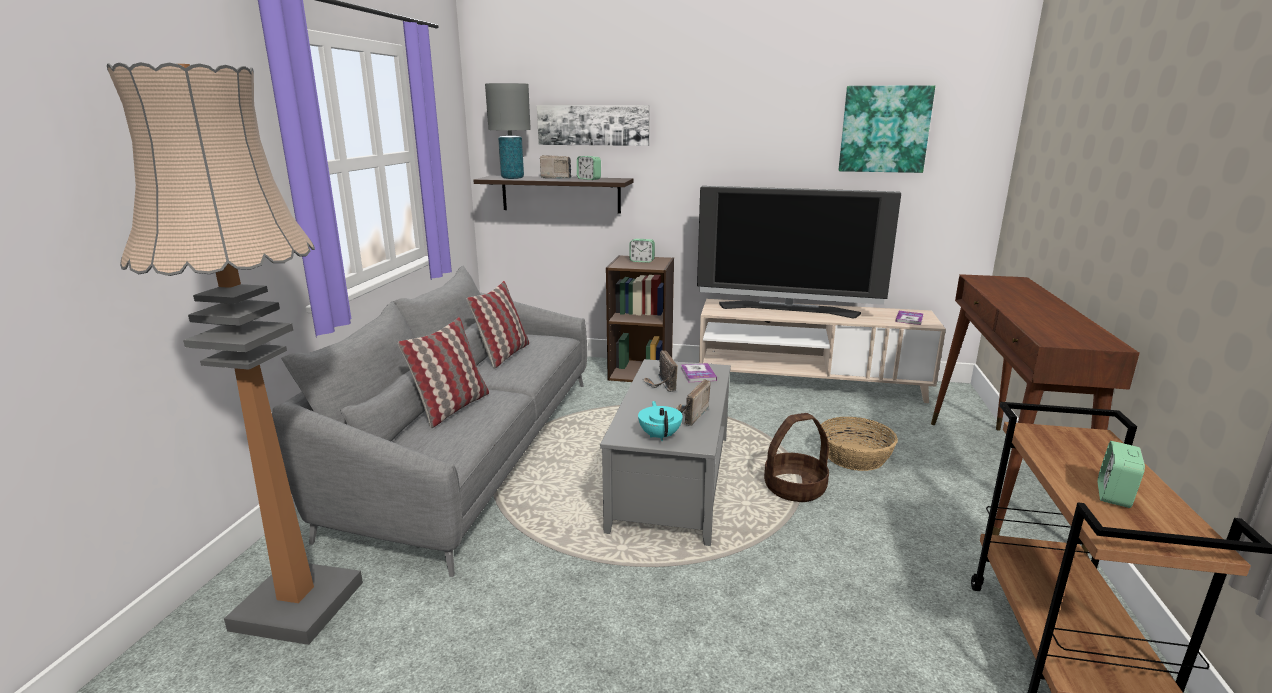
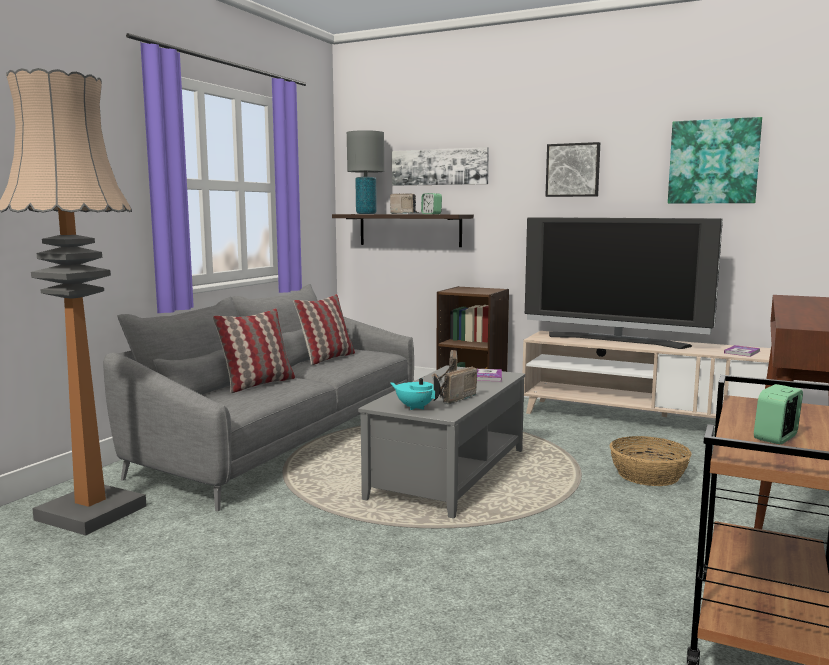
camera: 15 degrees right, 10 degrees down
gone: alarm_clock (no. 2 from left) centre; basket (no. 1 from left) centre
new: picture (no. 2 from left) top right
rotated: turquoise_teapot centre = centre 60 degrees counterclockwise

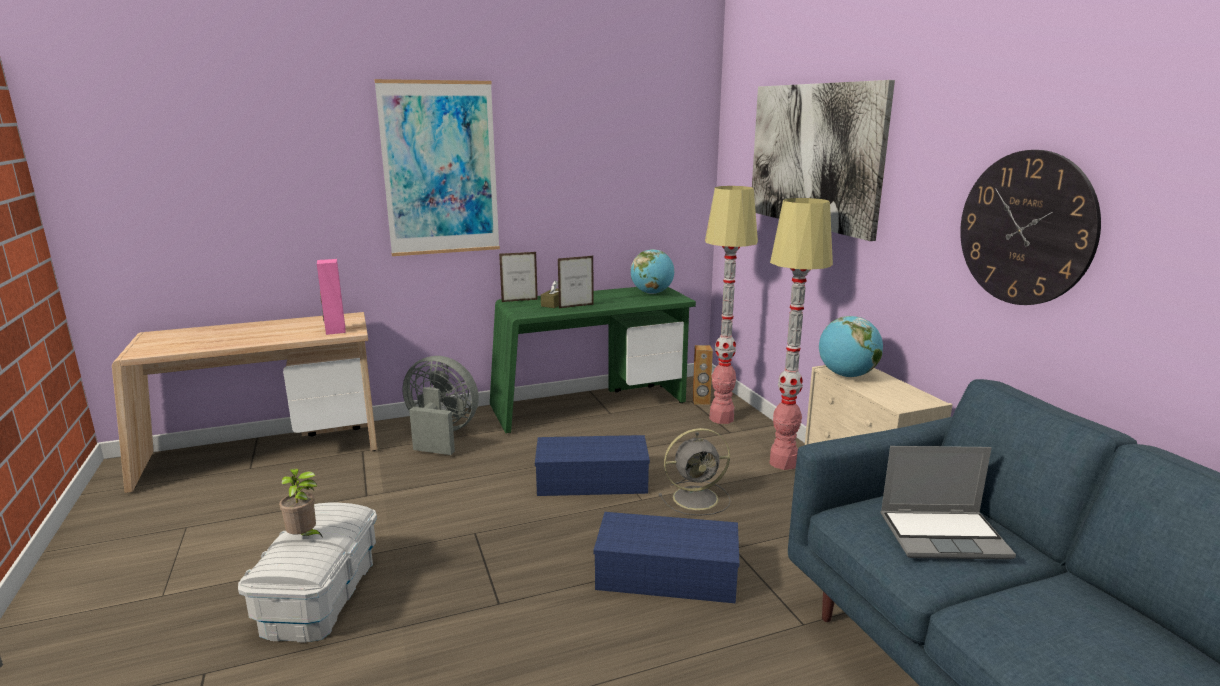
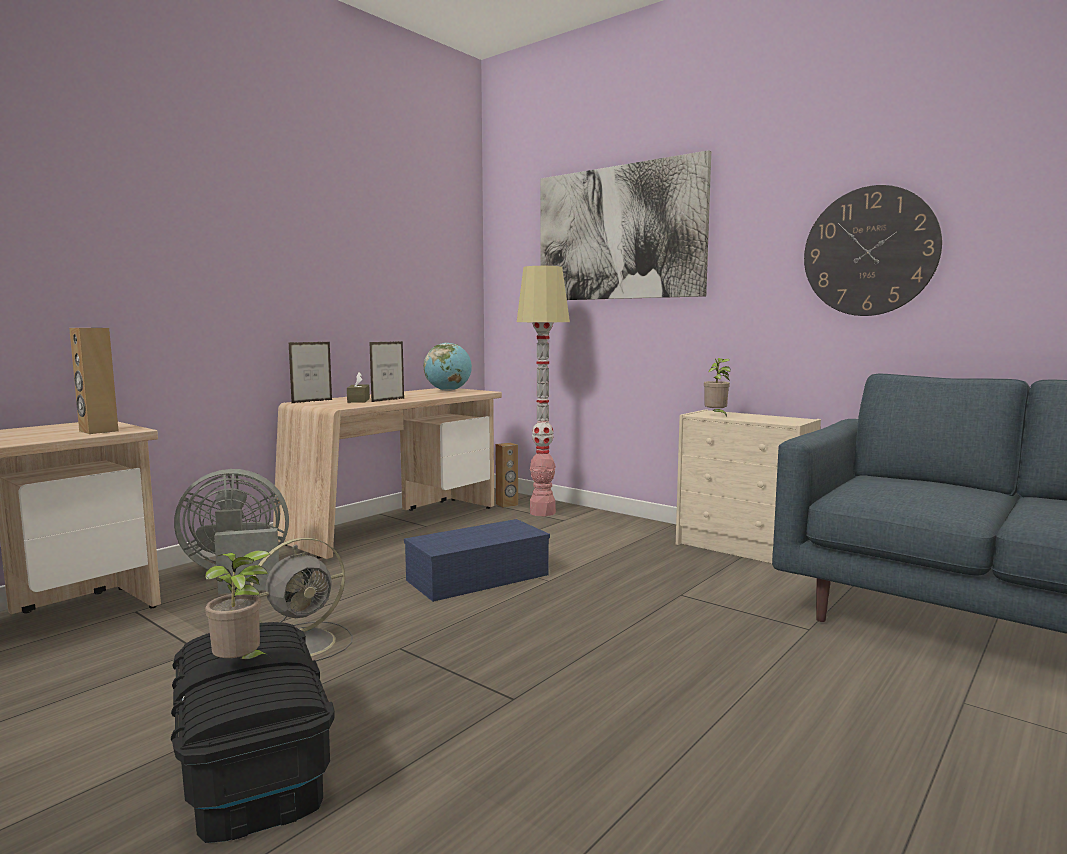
camera: 30 degrees left, 10 degrees down
gone: picture (no. 1 from left) top centre; blue_storage_box (no. 2 from left) bottom centre; floor_lamp (no. 2 from left) centre; laptop bottom right
shifted: grey_fan (no. 2 from left) bottom centre to bottom left
swapped: globe (no. 2 from left) middle right to potted_plant (no. 2 from left) middle right
repainted: white_storage_box bottom left to black_storage_box bottom left; pink_speaker middle left to brown_speaker (no. 1 from left) middle left; green_desk centre to beige_desk (no. 2 from left) centre

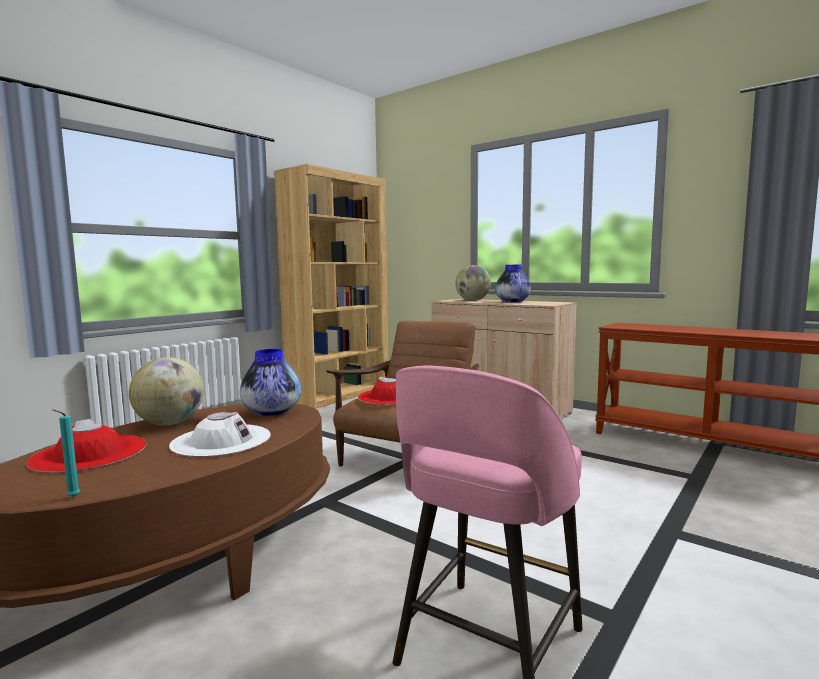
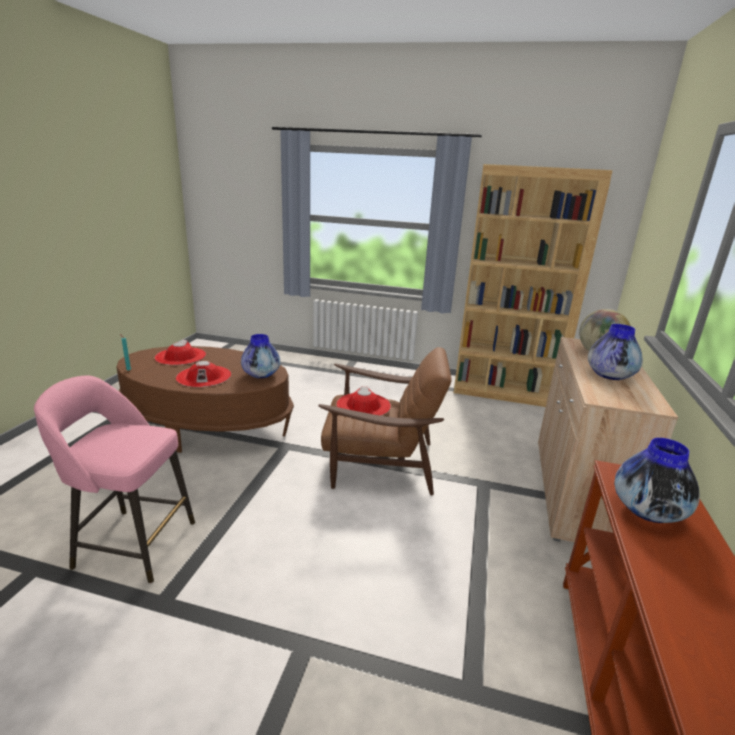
camera: 65 degrees right, 15 degrees up
gone: globe (no. 1 from left) middle left
new: vase (no. 3 from left) middle right
repainted: white_hat middle left to red_hat (no. 2 from left) middle left

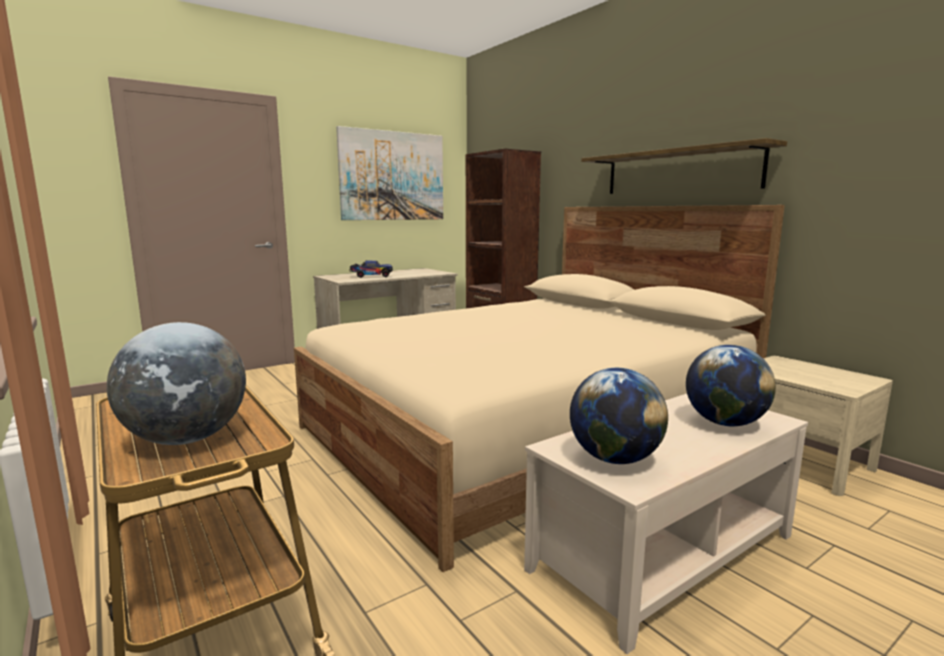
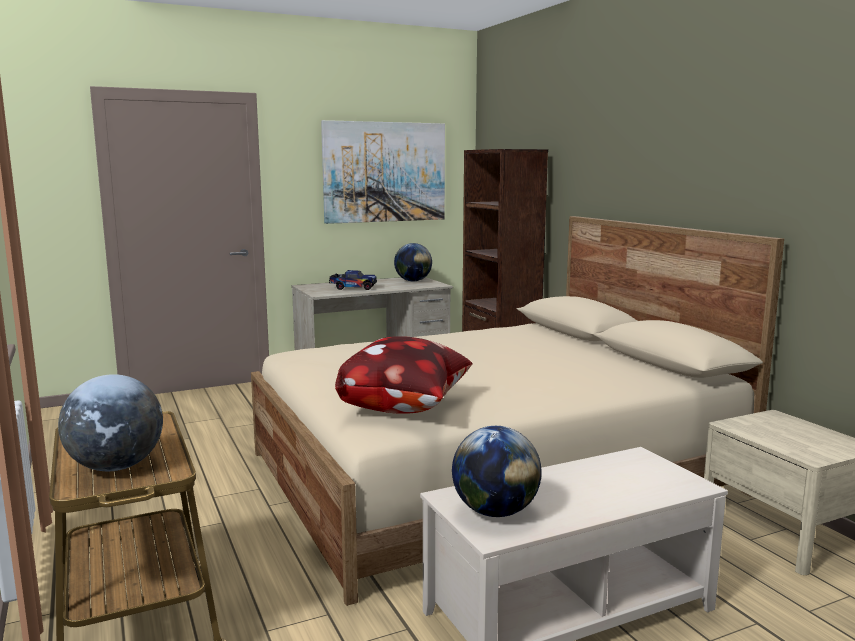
camera: 10 degrees right, 0 degrees up
gone: shelf top right
new: pillow centre
shifted: globe (no. 3 from left in the first image) middle right to globe (no. 2 from left) centre

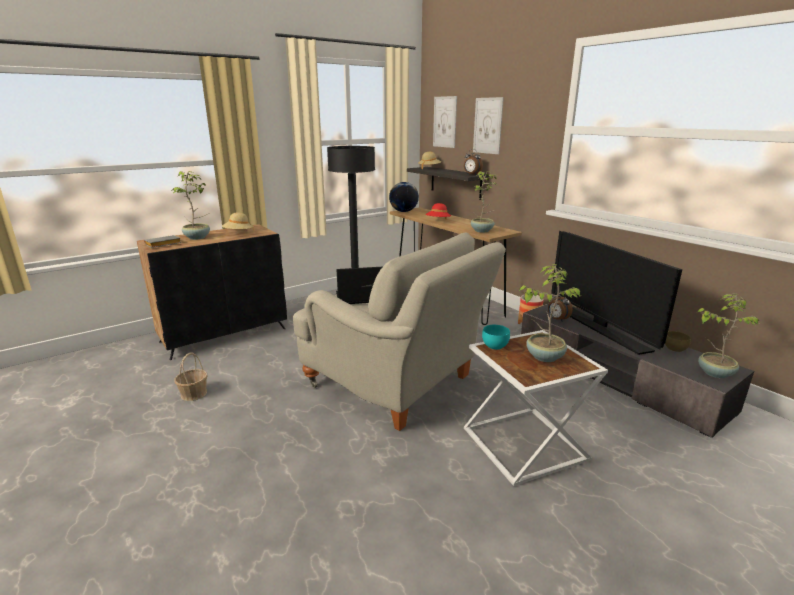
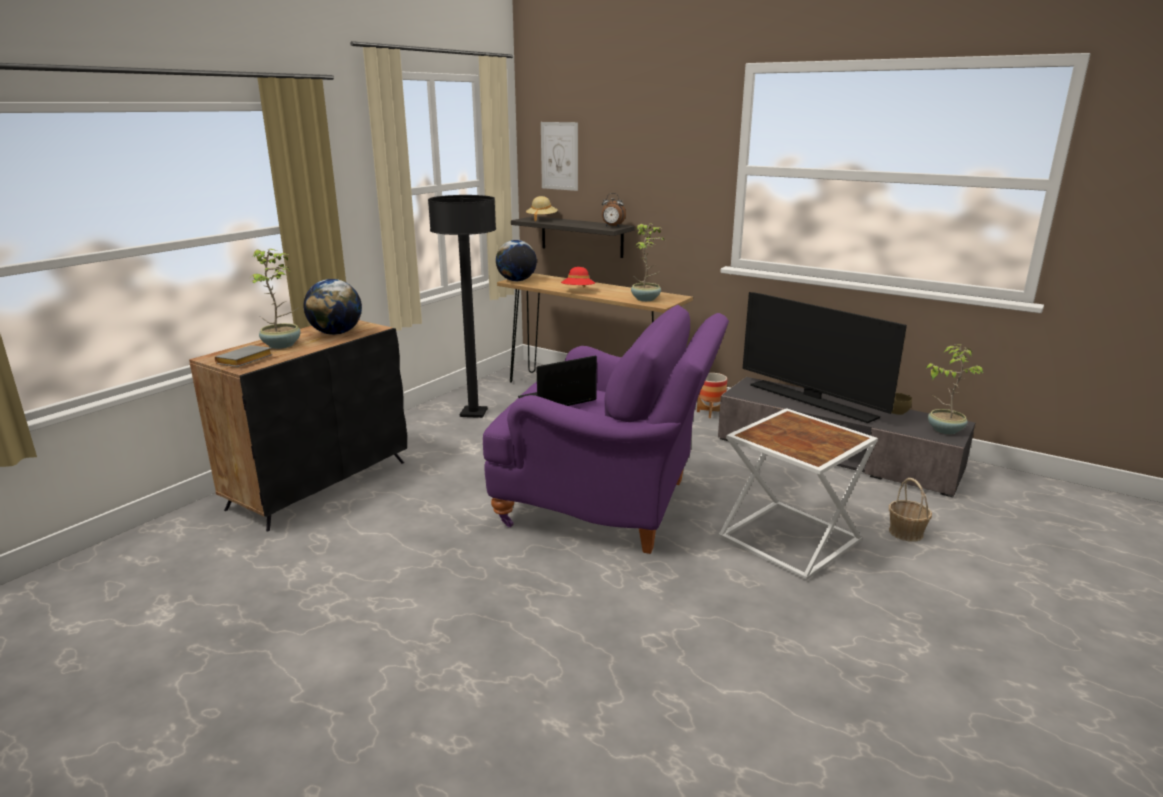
camera: 20 degrees left, 0 degrees up
gone: picture (no. 2 from left) top centre; turquoise_bowl centre; potted_plant (no. 3 from left) middle right; alarm_clock (no. 2 from left) middle right
shifted: basket middle left to middle right
swapped: beige_hat (no. 1 from left) middle left to globe (no. 1 from left) middle left
repainted: beige_armchair centre to purple_armchair centre

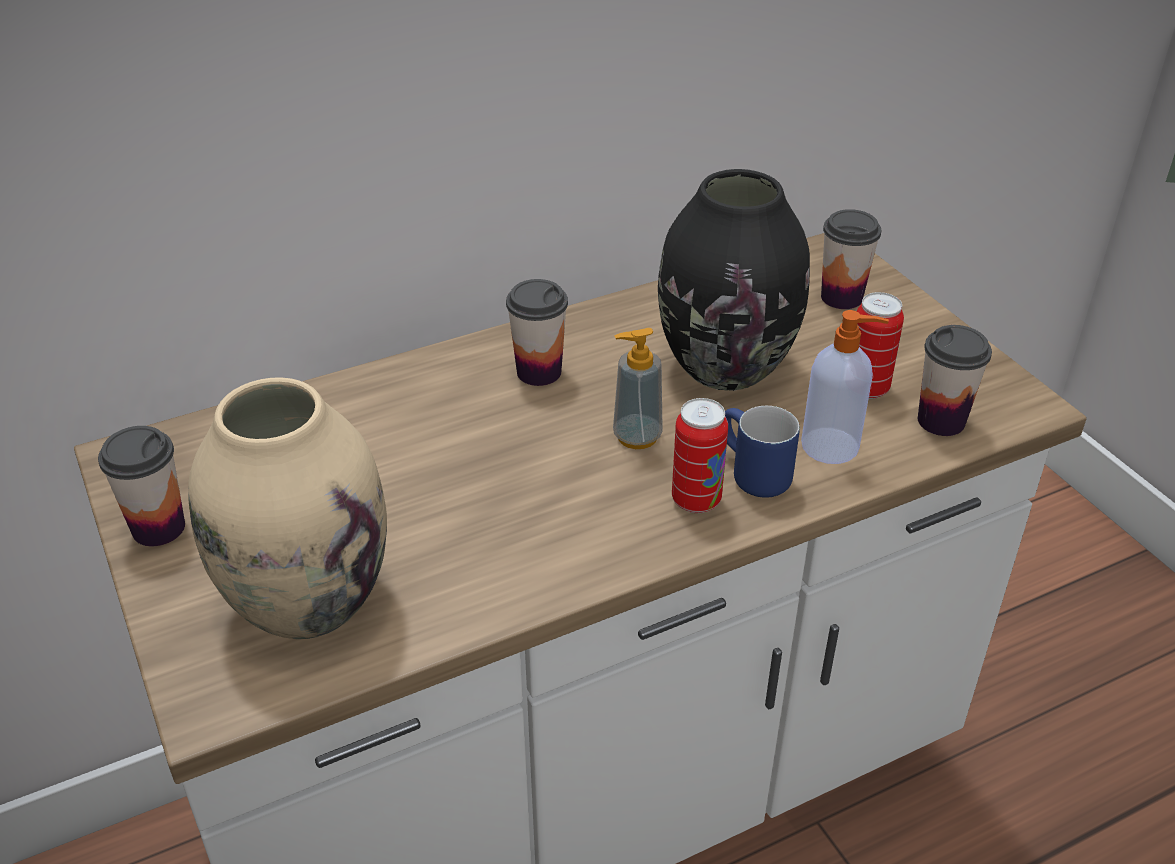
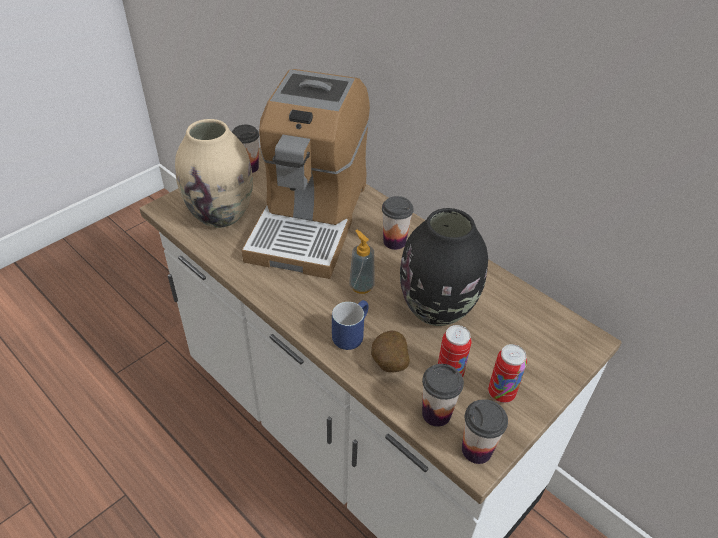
camera: 70 degrees right, 5 degrees up
new: coffee_machine top centre
shifted: can (no. 1 from left in the first image) centre to can (no. 2 from left) bottom right; cup (no. 3 from left in the first image) top right to cup (no. 4 from left) bottom right
swapped: soap_dispenser (no. 2 from left) middle right to potato centre

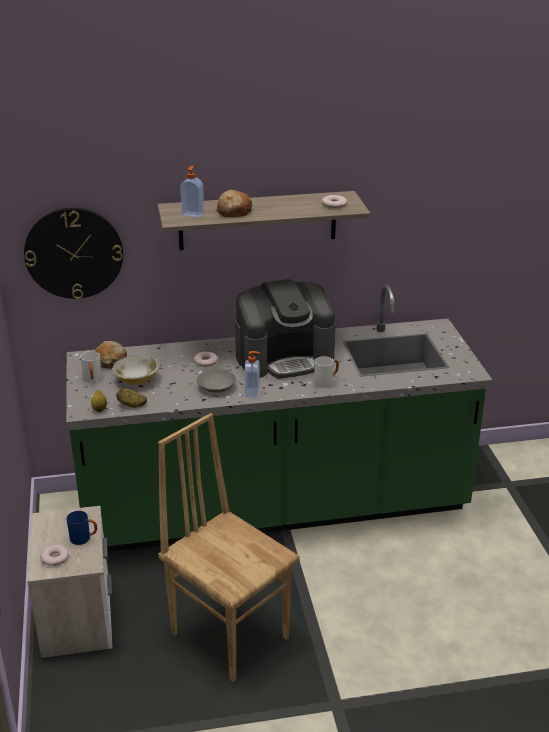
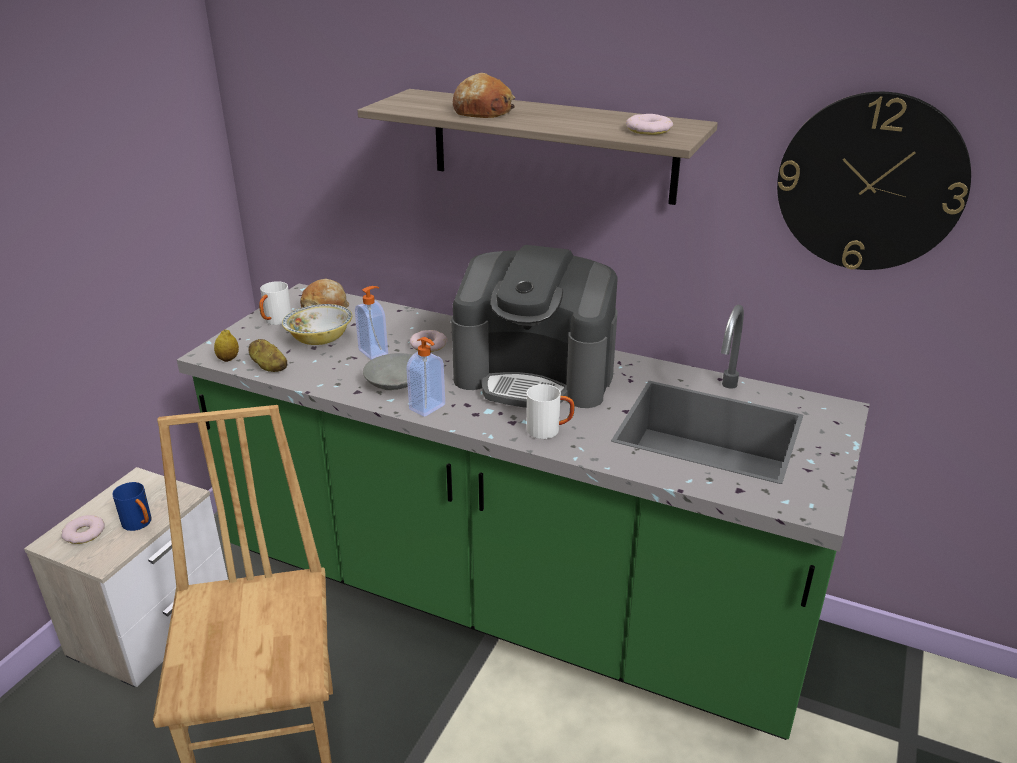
camera: 35 degrees right, 0 degrees up
shifted: wall_clock middle left to top right; soap_dispenser (no. 1 from left) top centre to centre

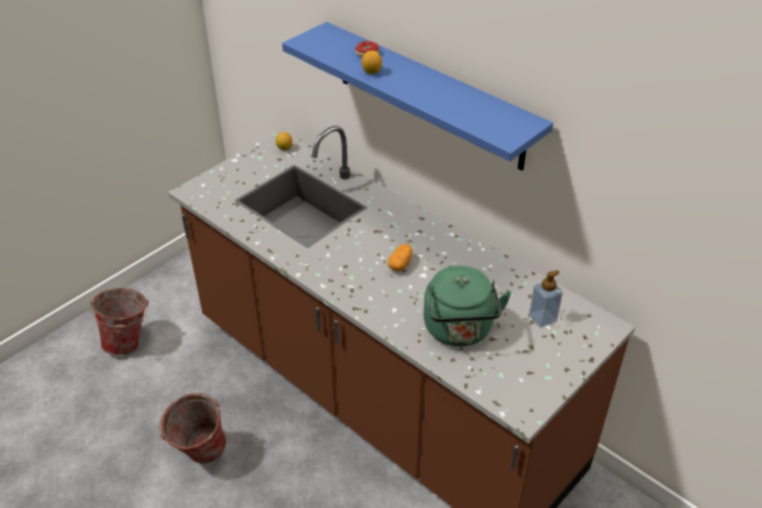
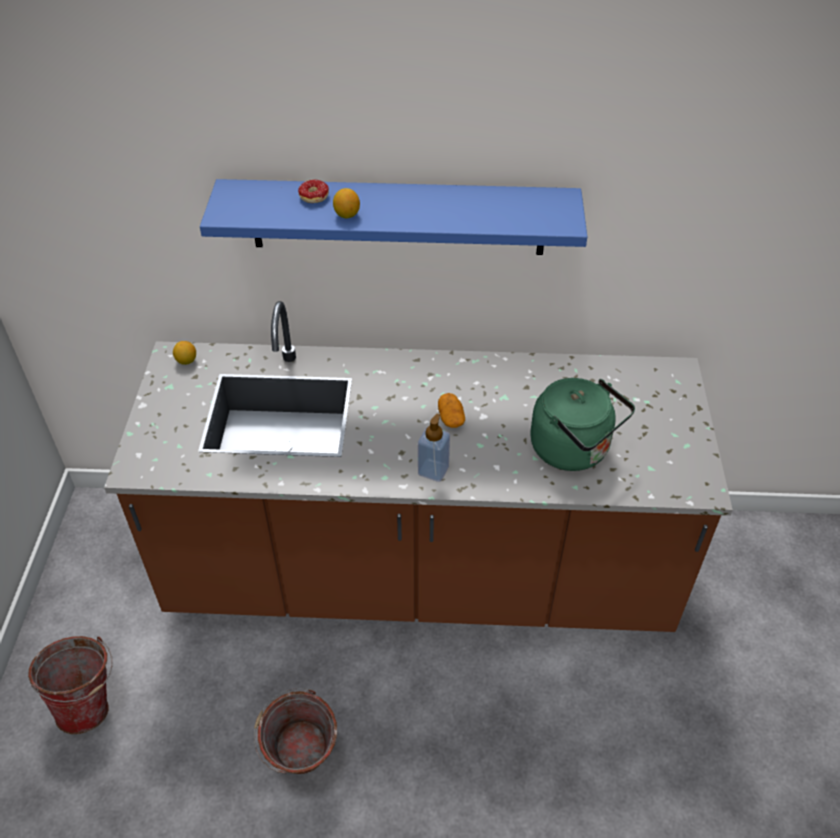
camera: 40 degrees left, 5 degrees up
shifted: soap_dispenser middle right to centre

